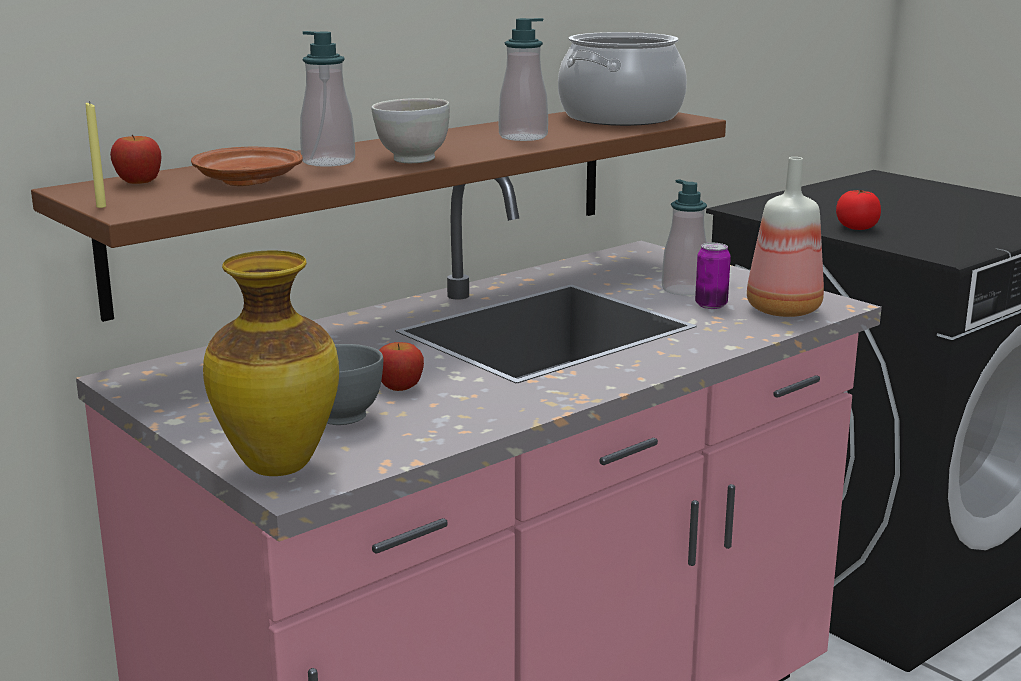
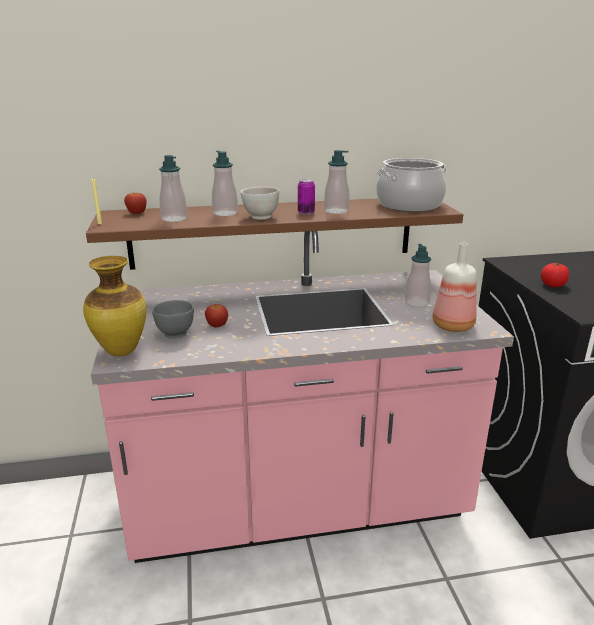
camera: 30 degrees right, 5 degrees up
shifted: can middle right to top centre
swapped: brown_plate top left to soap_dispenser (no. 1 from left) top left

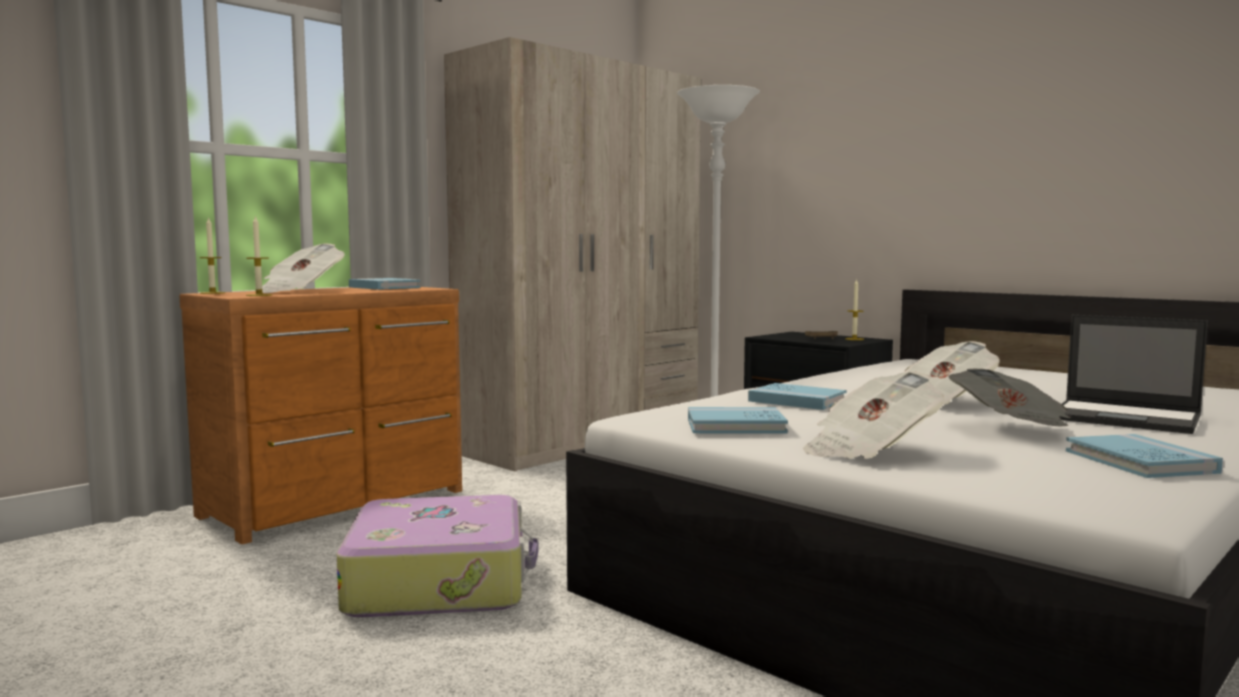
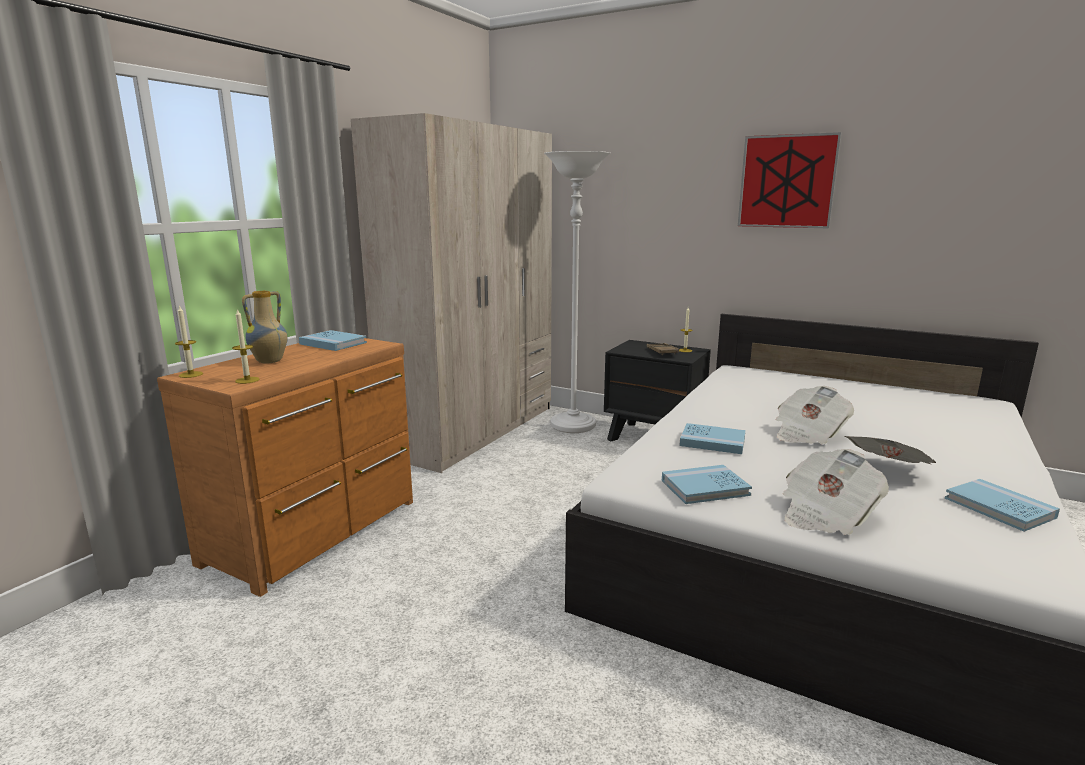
camera: 15 degrees left, 10 degrees up
gone: suitcase bottom centre; laptop middle right
new: picture top right
swapped: newspaper (no. 1 from left) middle left to vase middle left

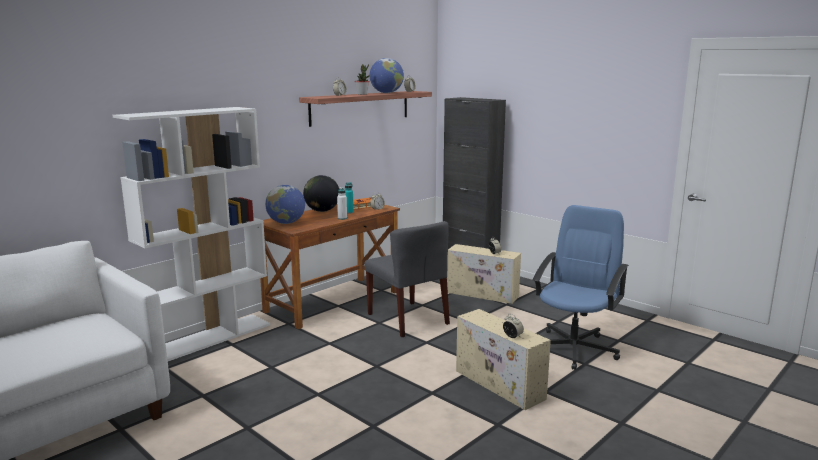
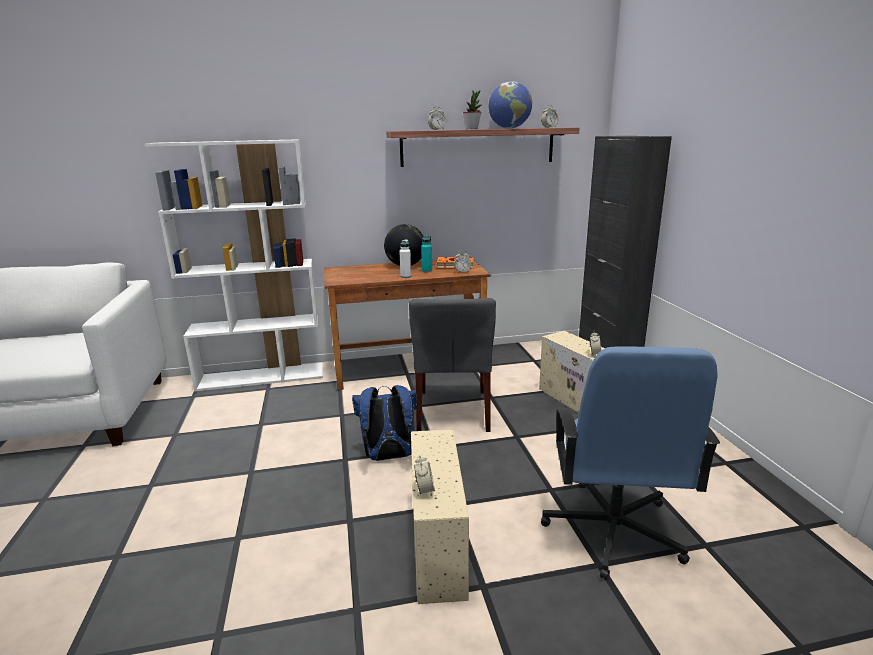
camera: 35 degrees right, 5 degrees up
gone: globe (no. 1 from left) centre
new: blue_backpack centre
rotated: blue_office_chair middle right = bottom right 120 degrees clockwise

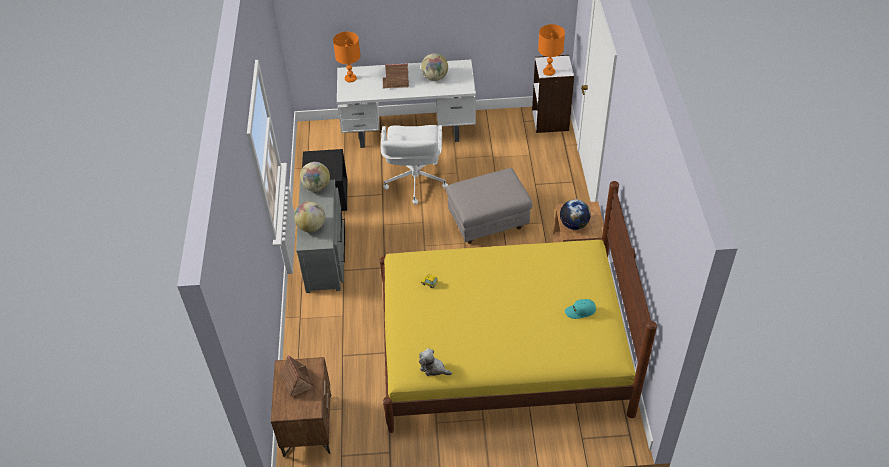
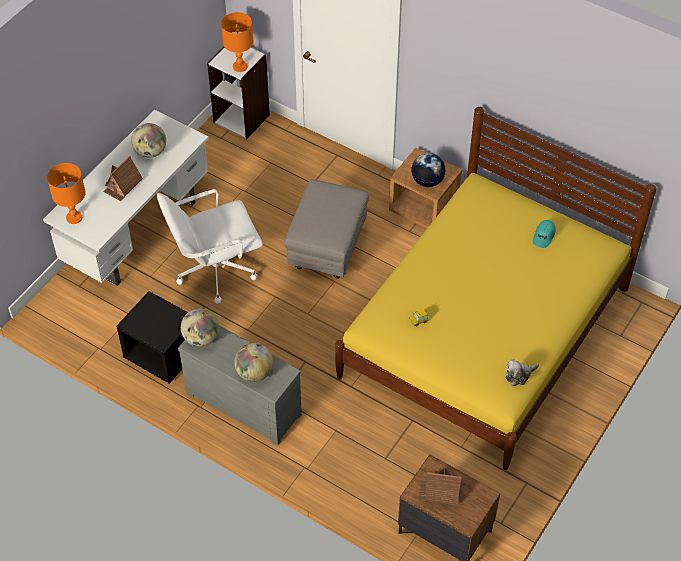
camera: 55 degrees left, 5 degrees up
rotated: white_office_chair centre = middle left 120 degrees clockwise

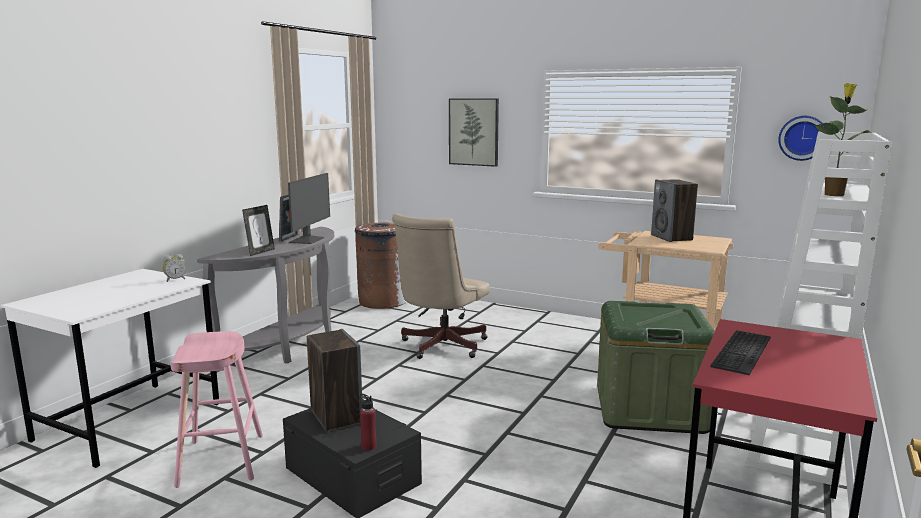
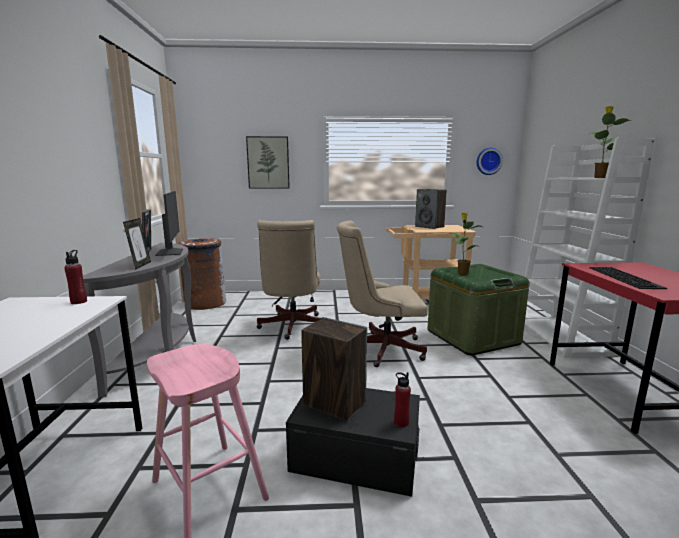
camera: 30 degrees left, 0 degrees up
new: beige_office_chair (no. 2 from left) centre; potted_plant (no. 1 from left) middle right
swapped: alarm_clock middle left to red_bottle (no. 1 from left) middle left

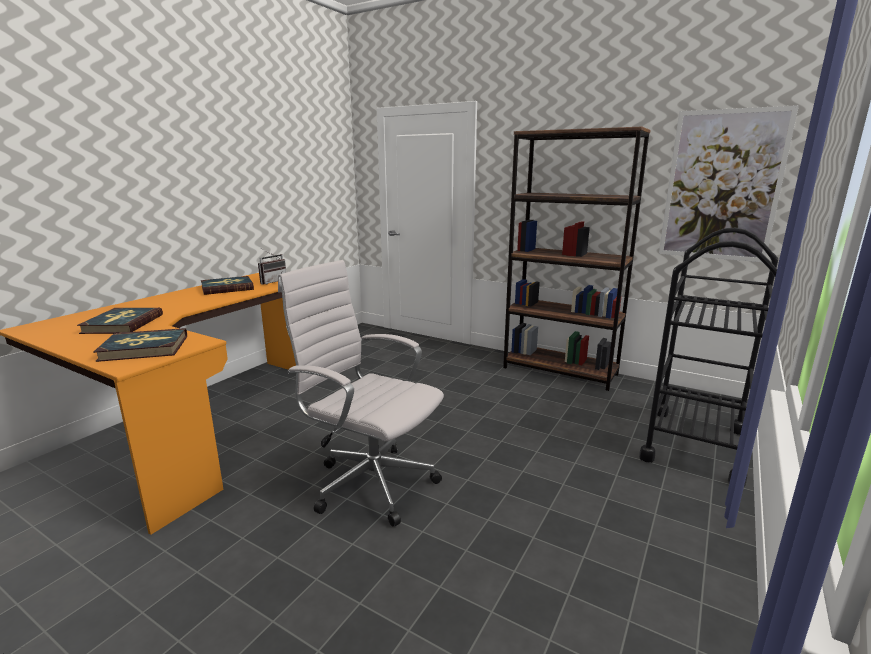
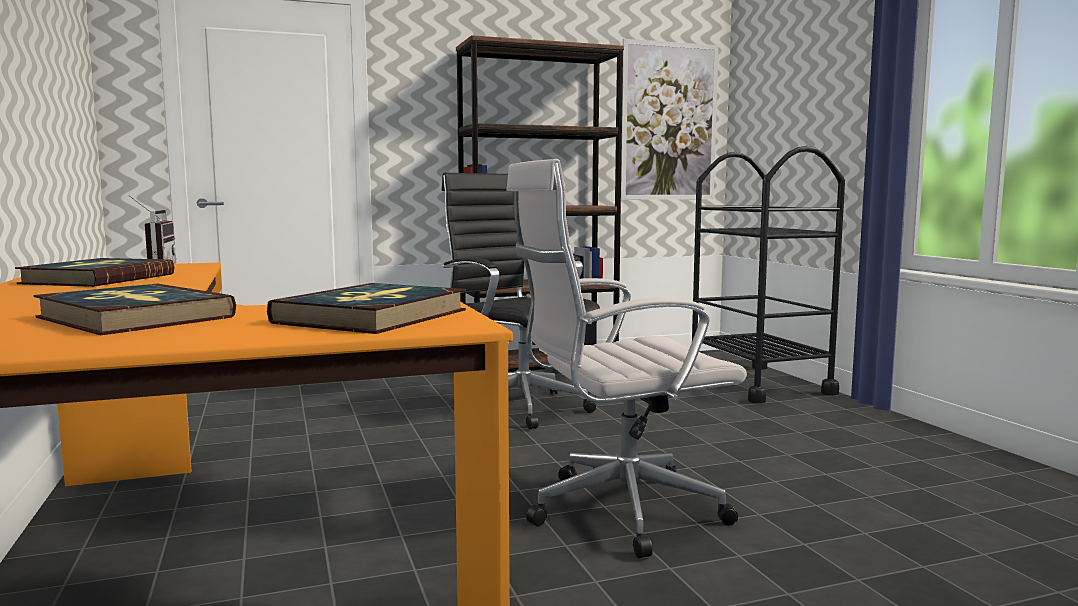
camera: 50 degrees left, 10 degrees down
new: black_office_chair centre

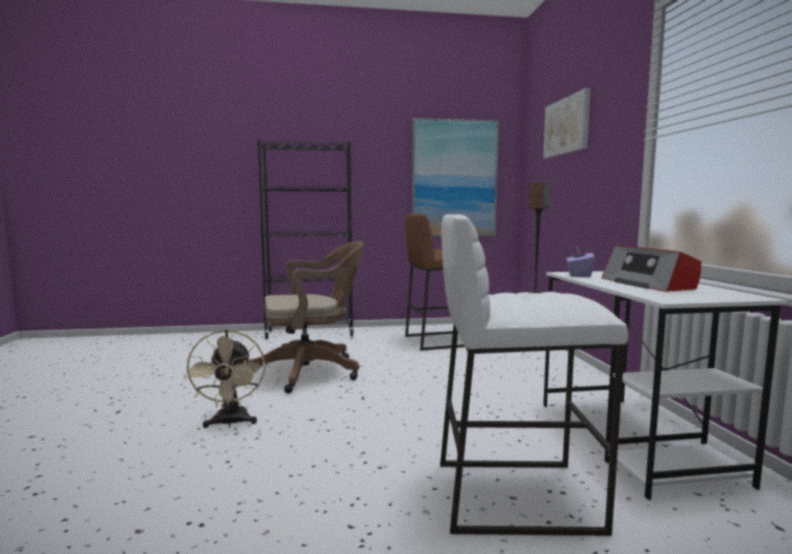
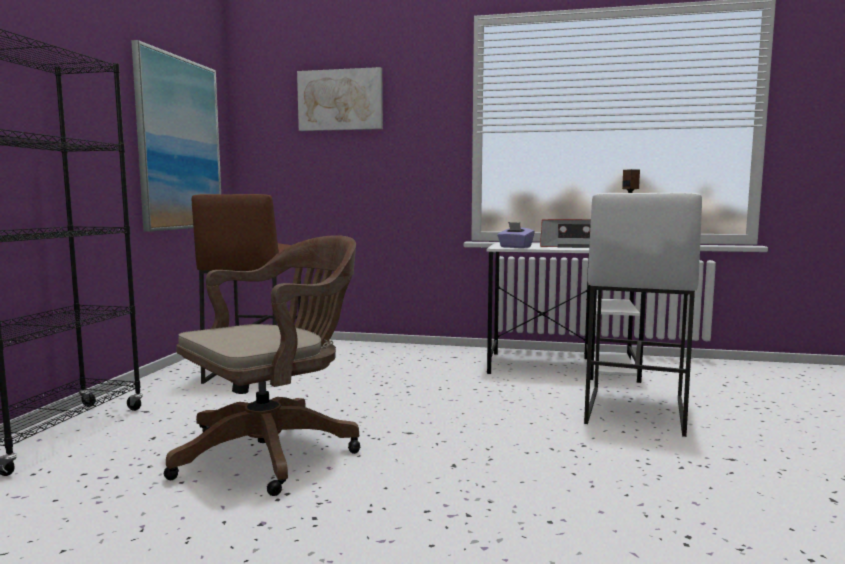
camera: 70 degrees left, 0 degrees up
gone: beige_fan bottom left
rotated: brown_office_chair centre = middle left 45 degrees clockwise

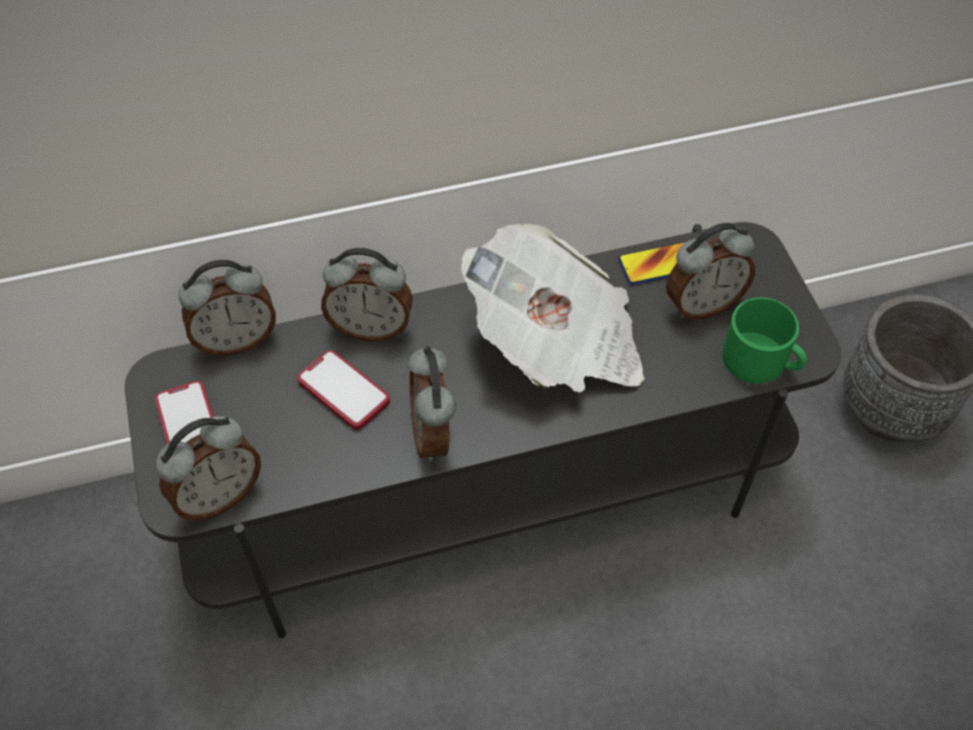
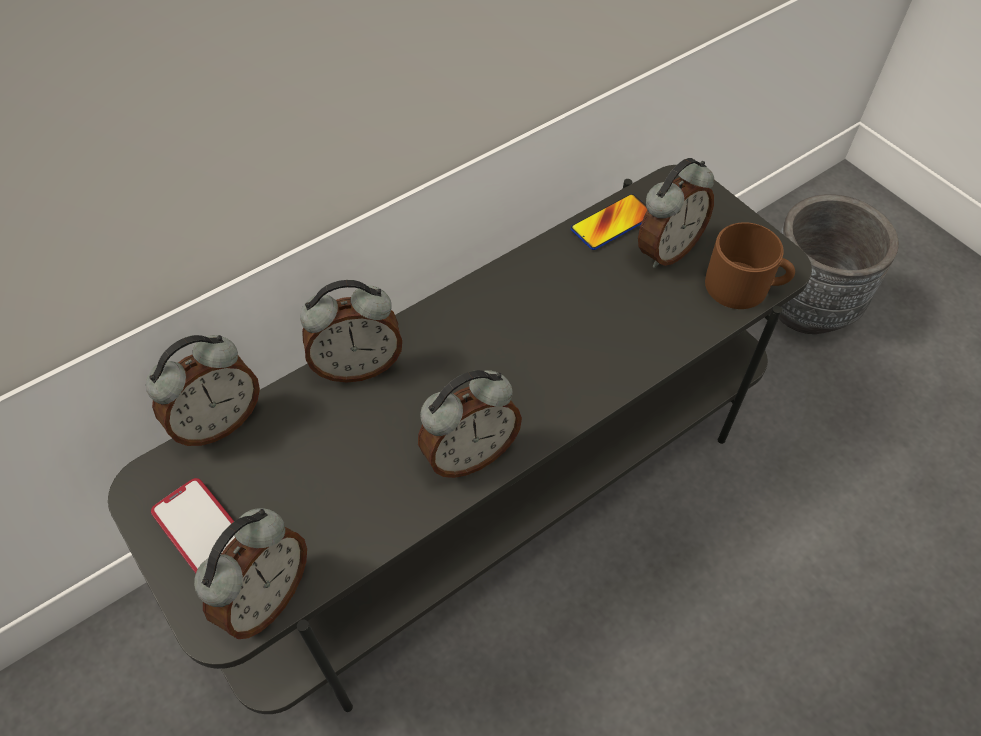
camera: 20 degrees left, 0 degrees up
gone: phone (no. 2 from left) centre; newspaper centre
repainted: green_mug middle right to brown_mug middle right
rotated: alarm_clock (no. 4 from left) centre = centre 90 degrees counterclockwise

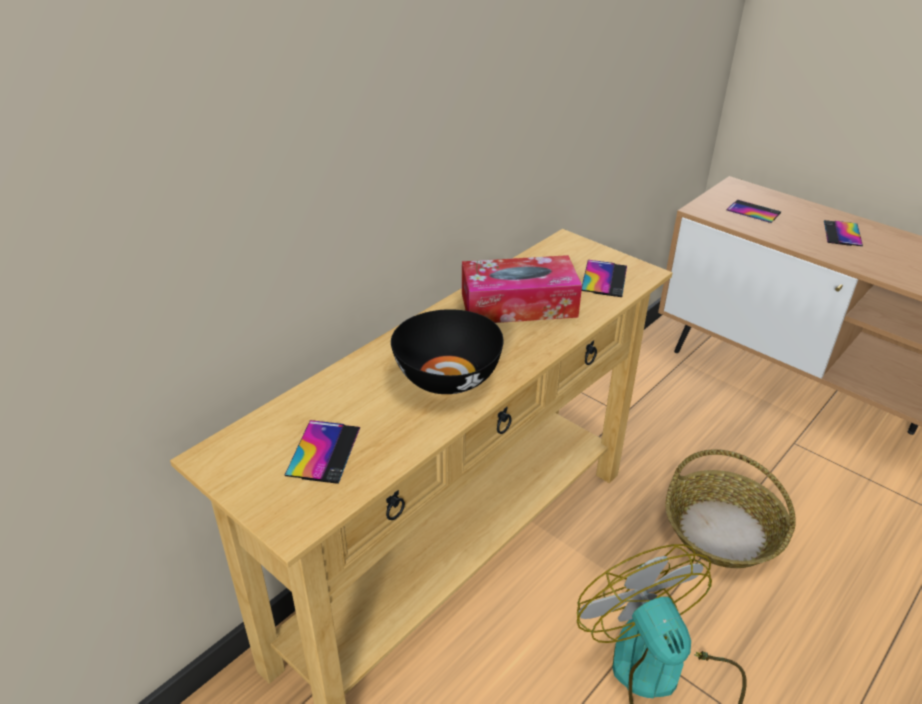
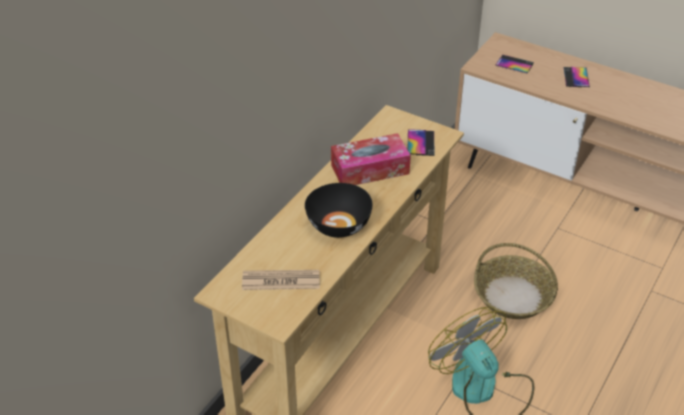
camera: 10 degrees left, 5 degrees up
swapped: phone (no. 1 from left) centre to newspaper bottom centre

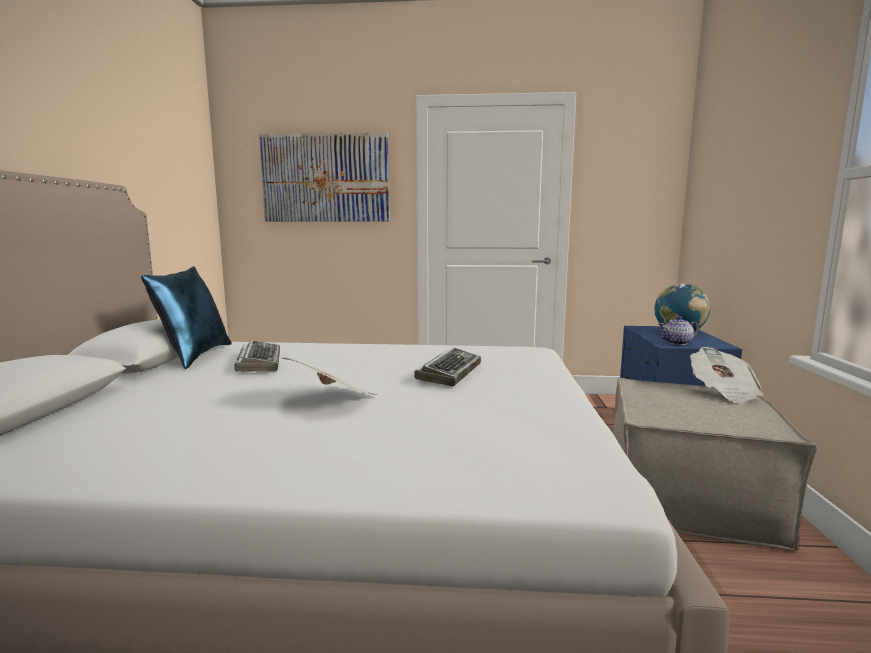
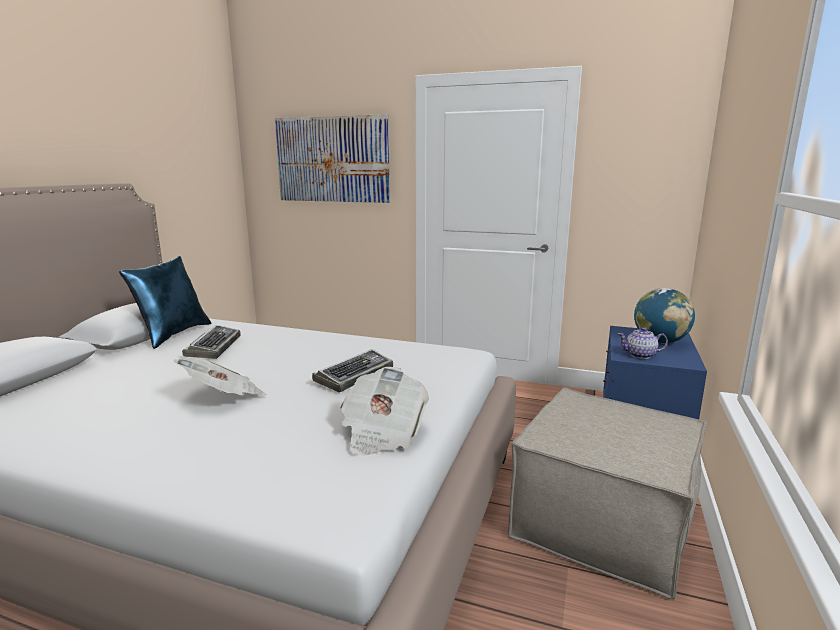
camera: 15 degrees right, 5 degrees up
shifted: newspaper (no. 2 from left) middle right to centre

